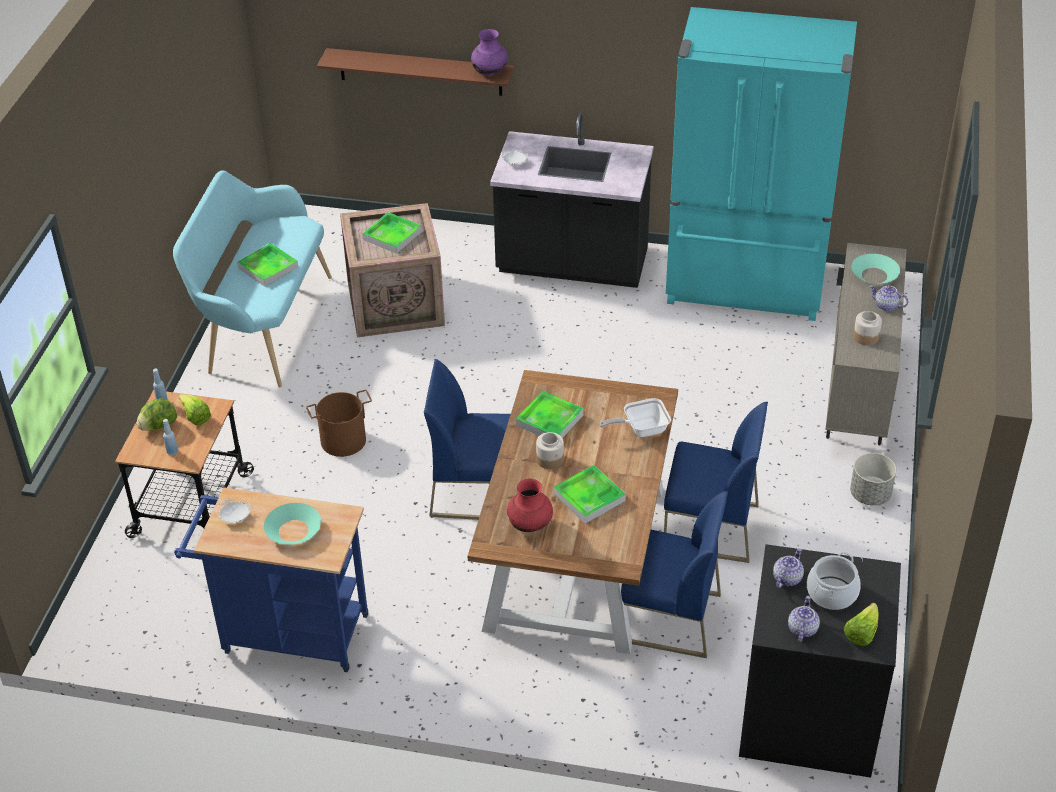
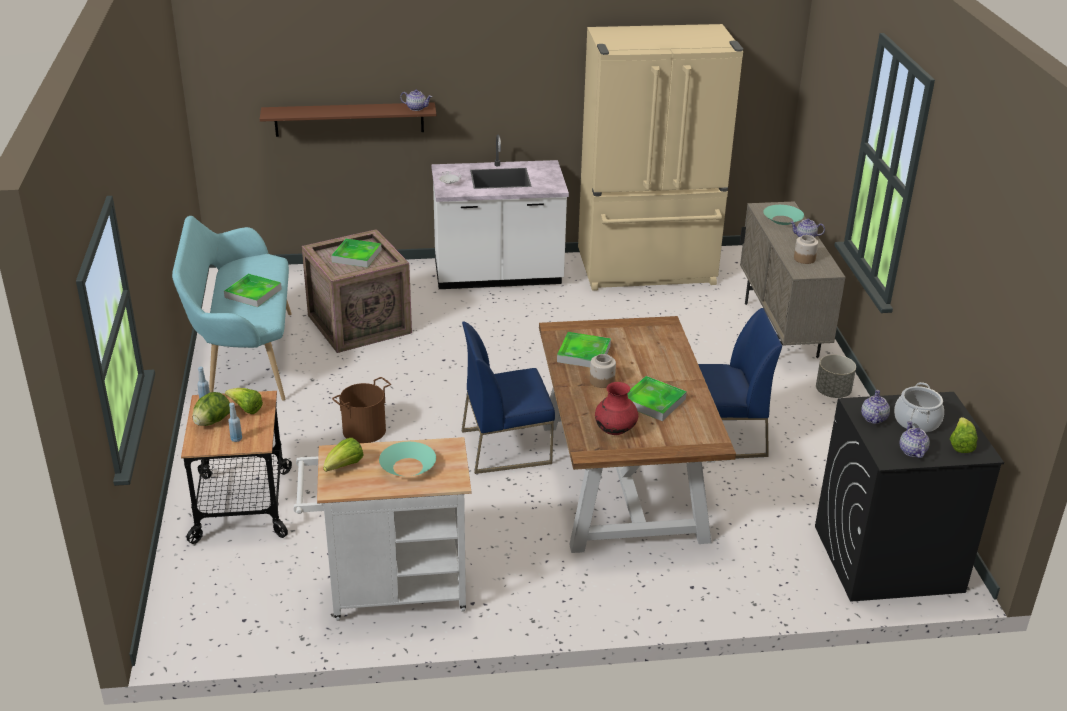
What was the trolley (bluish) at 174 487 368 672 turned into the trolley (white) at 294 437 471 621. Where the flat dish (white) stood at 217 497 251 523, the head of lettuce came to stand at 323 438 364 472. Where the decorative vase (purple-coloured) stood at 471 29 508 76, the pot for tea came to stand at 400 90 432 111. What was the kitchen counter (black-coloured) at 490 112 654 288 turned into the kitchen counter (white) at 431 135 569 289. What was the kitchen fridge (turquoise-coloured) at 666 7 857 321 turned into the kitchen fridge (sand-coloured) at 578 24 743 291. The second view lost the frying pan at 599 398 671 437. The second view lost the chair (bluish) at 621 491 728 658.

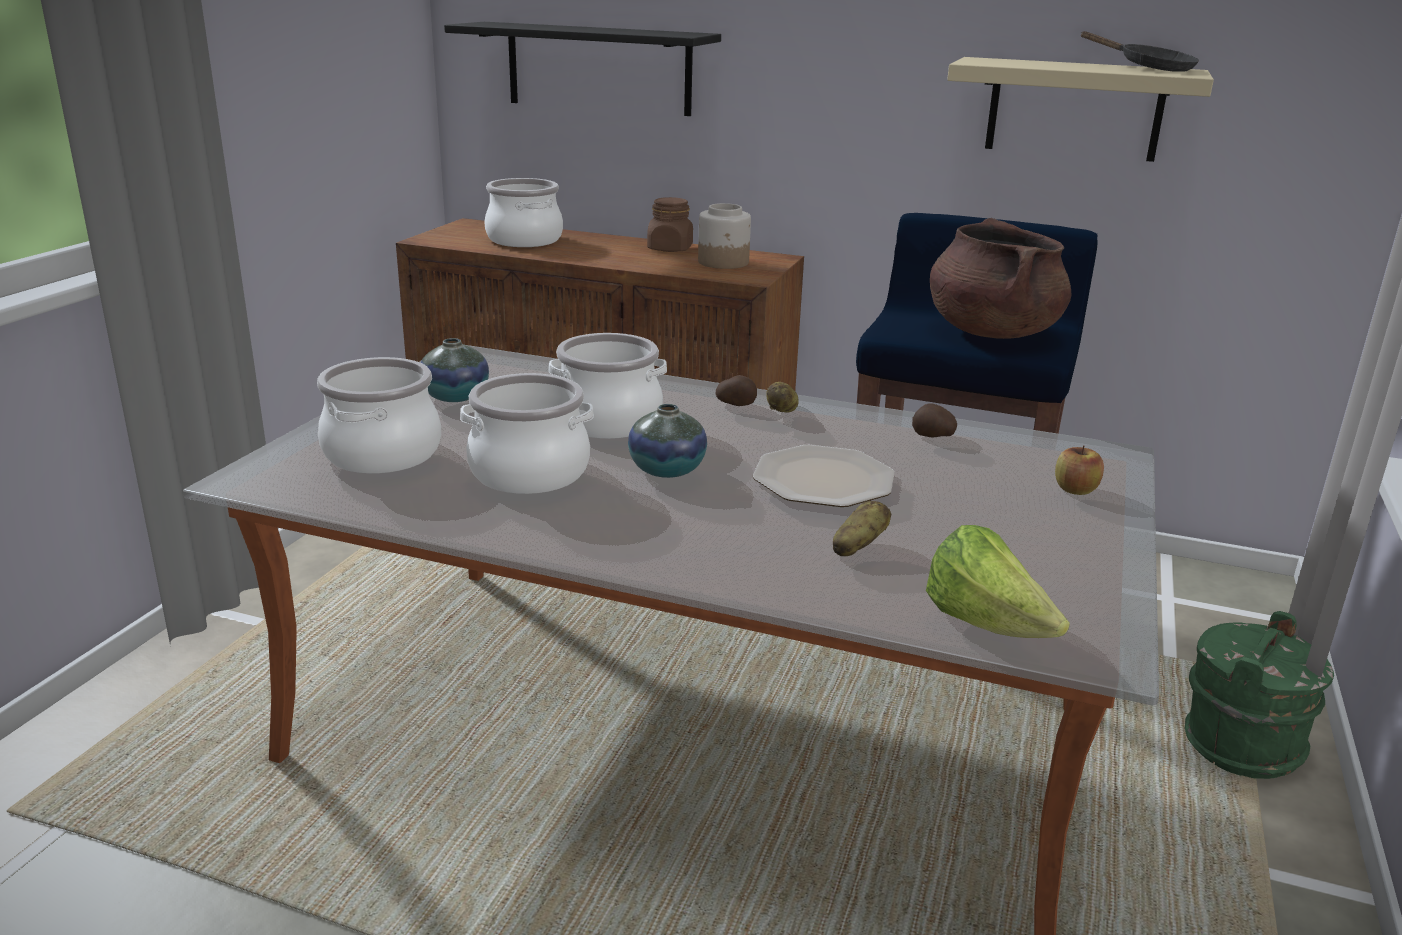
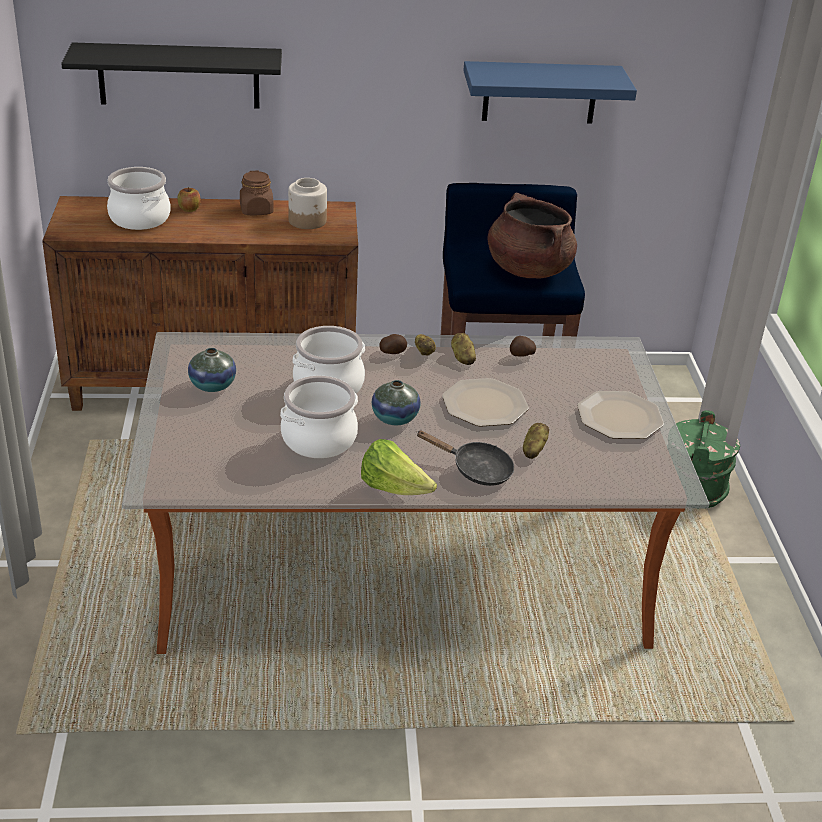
The apple fruit ended up elsewhere, having gone from 1055 445 1104 495 to 178 187 201 212. The head of lettuce ended up elsewhere, having gone from 926 525 1070 638 to 361 439 437 495. The frying pan (black-coloured) ended up elsewhere, having gone from 1080 31 1199 72 to 416 431 514 486. The second view gained the potato at 451 333 476 365. What was the shelf (sand-coloured) at 947 57 1214 162 turned into the shelf (bluish) at 463 61 637 124. The second view gained the flat dish at 577 391 664 439. The second view lost the stockpot at 317 357 441 474.

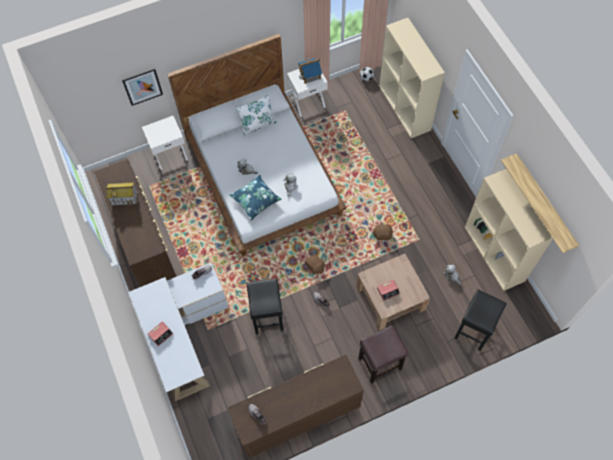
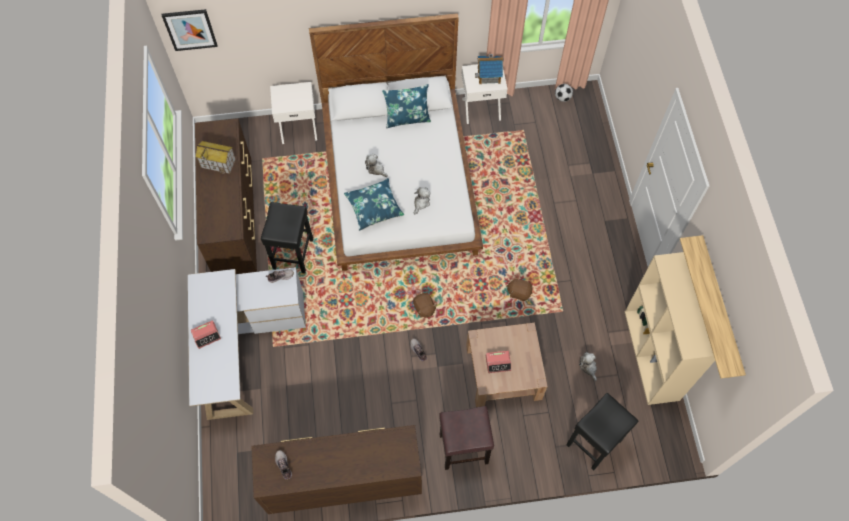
The wall art ended up elsewhere, having gone from 122 68 163 106 to 162 9 218 51. The sitting stool (black-coloured) ended up elsewhere, having gone from 247 278 284 334 to 261 202 313 274. What was the throw pillow (white) at 236 94 277 136 turned into the throw pillow (bluish) at 382 84 431 128. The second view lost the shelving unit (sand-coloured) at 379 18 445 138.

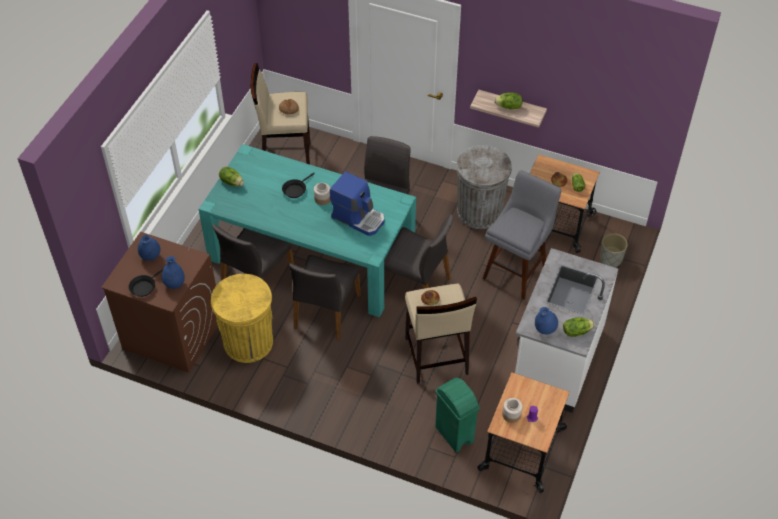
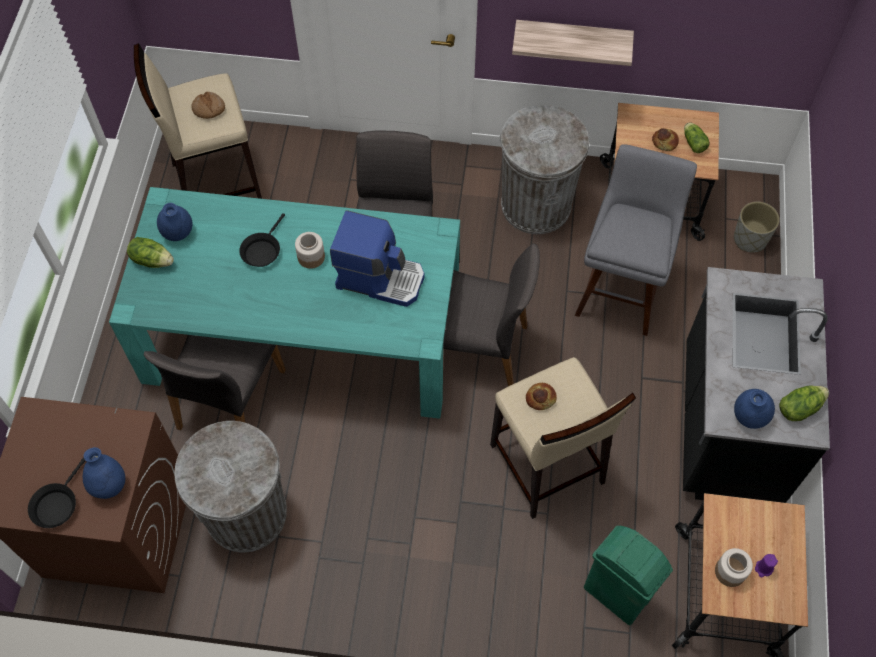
The decorative vase (bluish) ended up elsewhere, having gone from 138 235 160 261 to 157 203 192 241. What was the trash can (yellow-coloured) at 211 274 273 363 turned into the trash can (grey) at 174 421 287 553. What was the kitchen counter (white) at 515 248 618 413 turned into the kitchen counter (black-coloured) at 683 267 830 503. The second view lost the chair (grey) at 289 255 361 340. The second view lost the head of lettuce at 494 93 523 109.

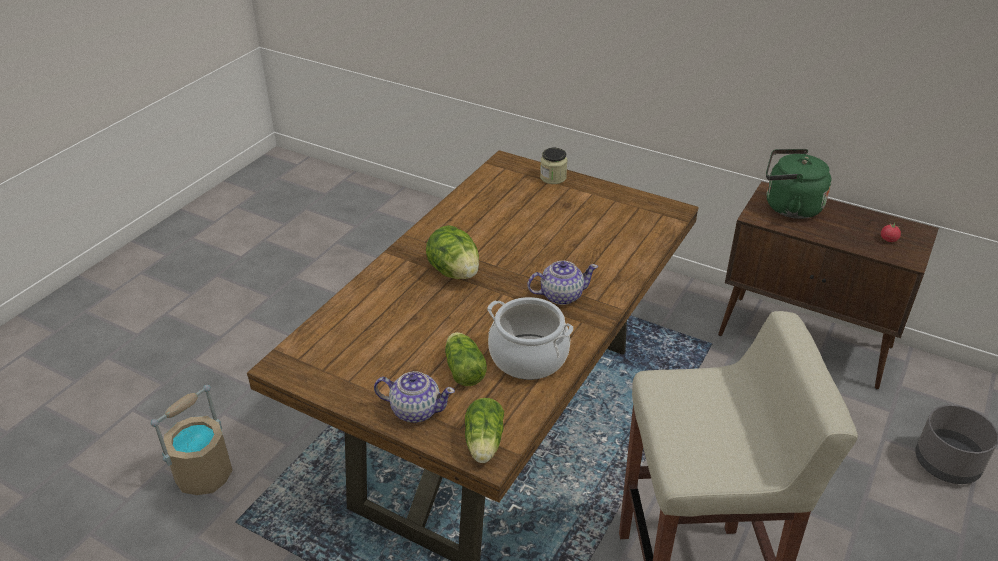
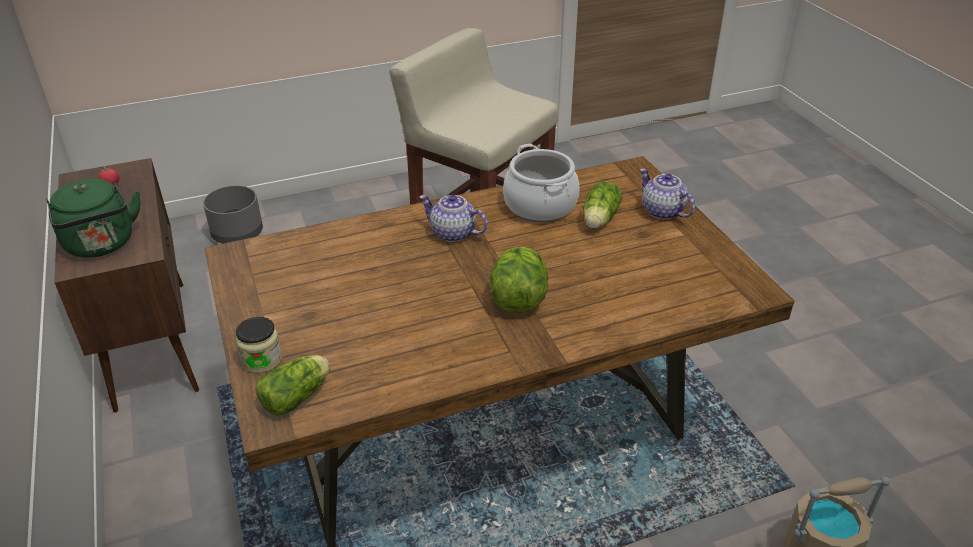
The head of lettuce ended up elsewhere, having gone from 465 398 504 463 to 255 355 330 416.

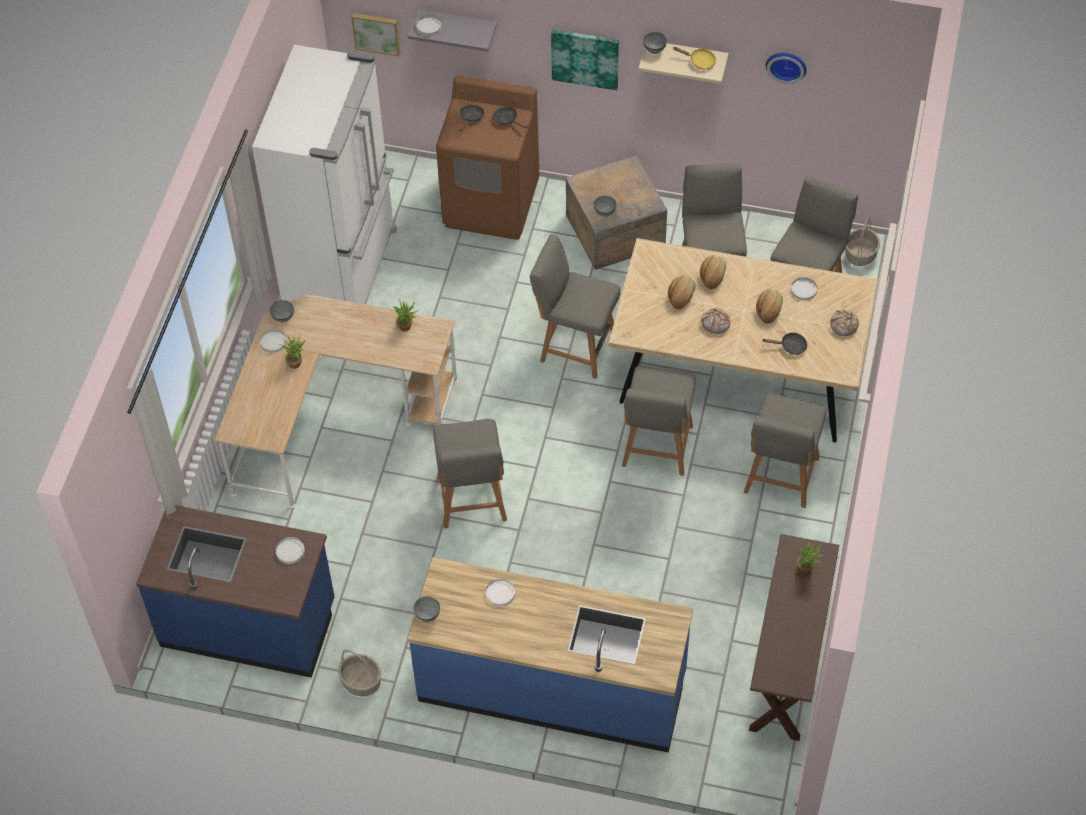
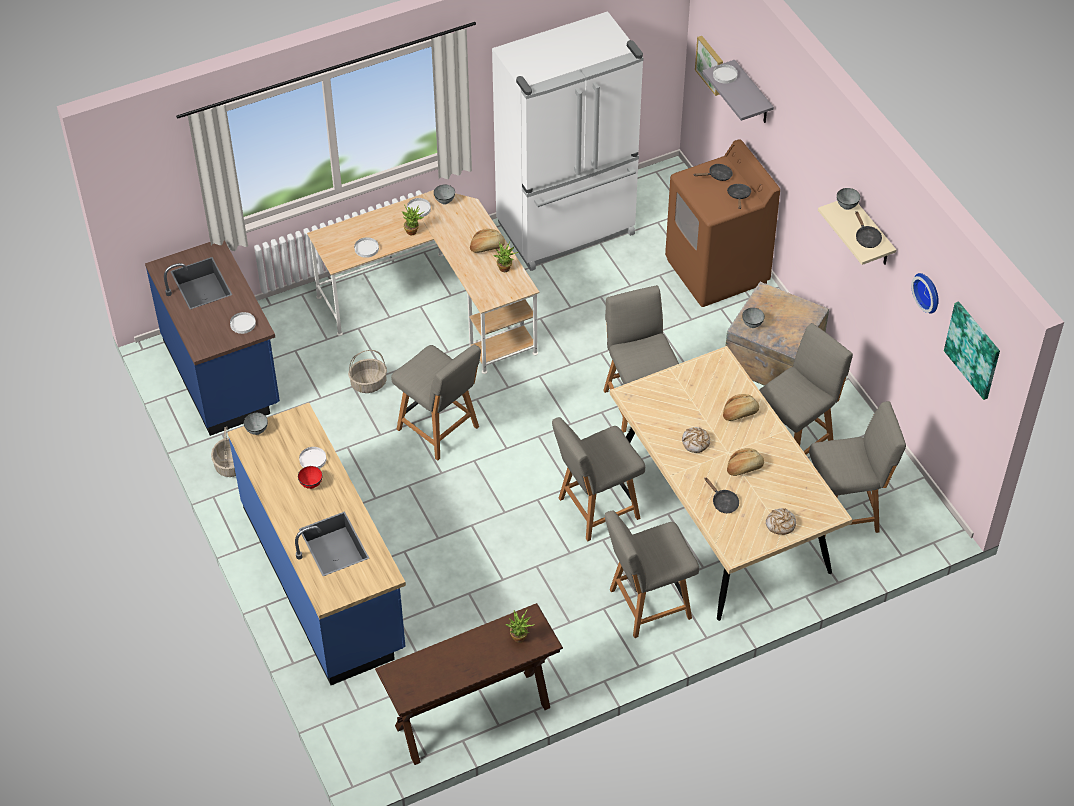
The second view gained the deep dish (red-coloured) at 298 466 323 489. The household basket ended up elsewhere, having gone from 845 217 880 266 to 348 350 387 393. The flat dish (white) ended up elsewhere, having gone from 791 277 817 300 to 354 237 379 258. The chair (grey) at 433 419 507 529 ended up facing another way, 90 degrees counterclockwise from before. The bakery bread ended up elsewhere, having gone from 668 275 696 310 to 470 229 505 253. What was the frying pan (yellow-coloured) at 673 47 716 70 turned into the frying pan (black-coloured) at 855 212 882 248. The wall art ended up elsewhere, having gone from 551 30 619 90 to 944 301 1000 400.

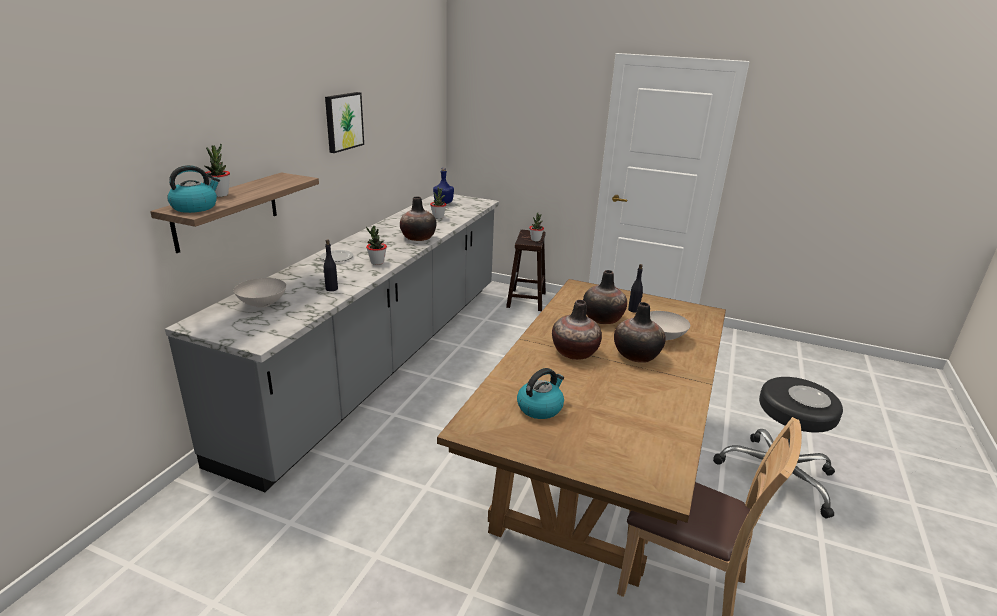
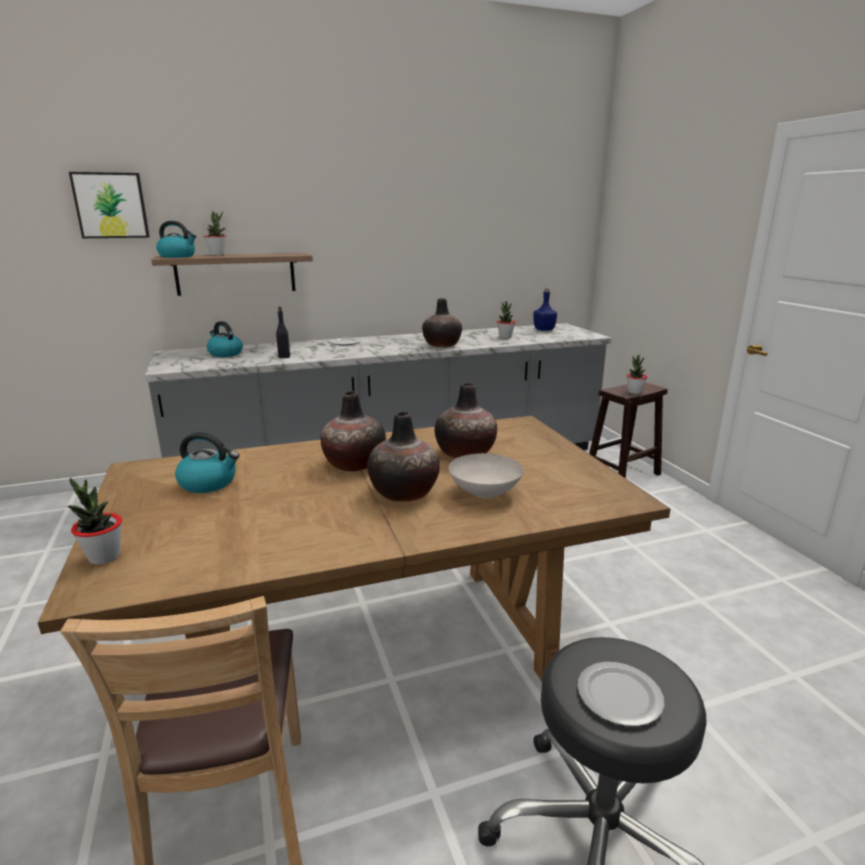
The houseplant ended up elsewhere, having gone from 366 226 387 265 to 67 477 122 565. The wall art ended up elsewhere, having gone from 325 92 364 153 to 69 172 150 238. Where the deep dish (white) stood at 234 278 286 308, the kettle came to stand at 207 321 243 357. The second view lost the beverage bottle (black-coloured) at 628 264 643 313.

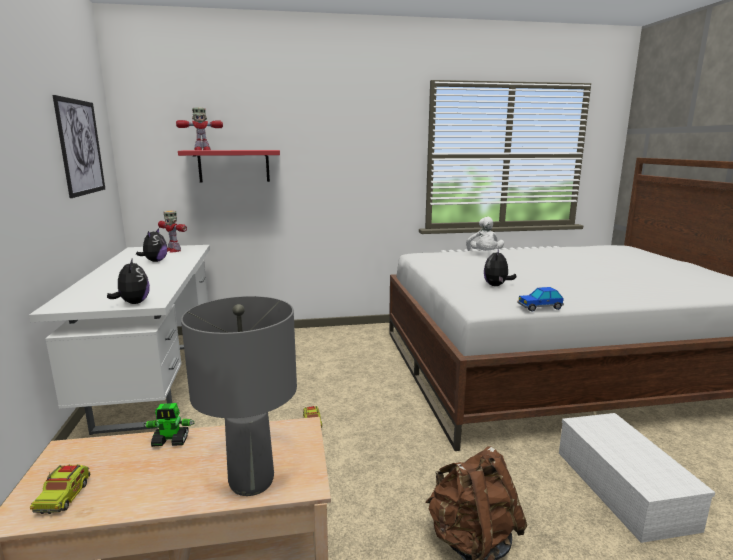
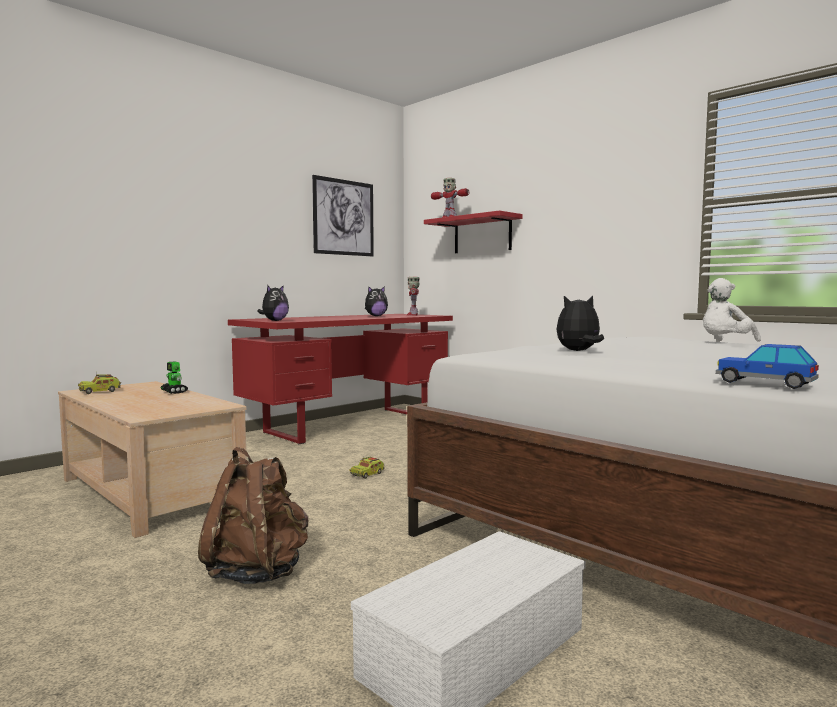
What was the desk (white) at 29 245 210 435 turned into the desk (red-coloured) at 228 314 453 444. The model car ended up elsewhere, having gone from 517 287 564 312 to 716 344 819 389. The second view lost the lamp for a table (grey) at 181 296 297 496.

